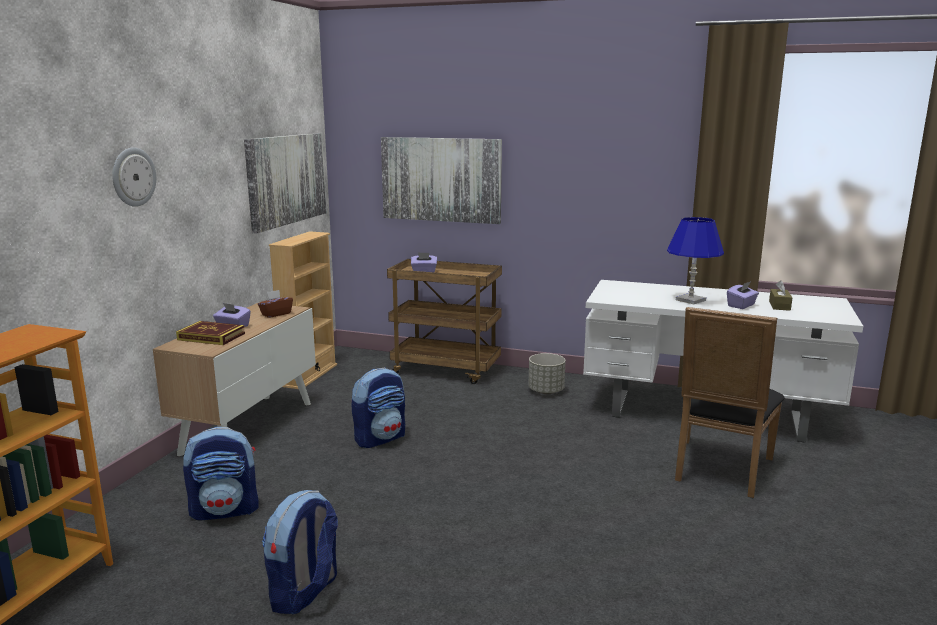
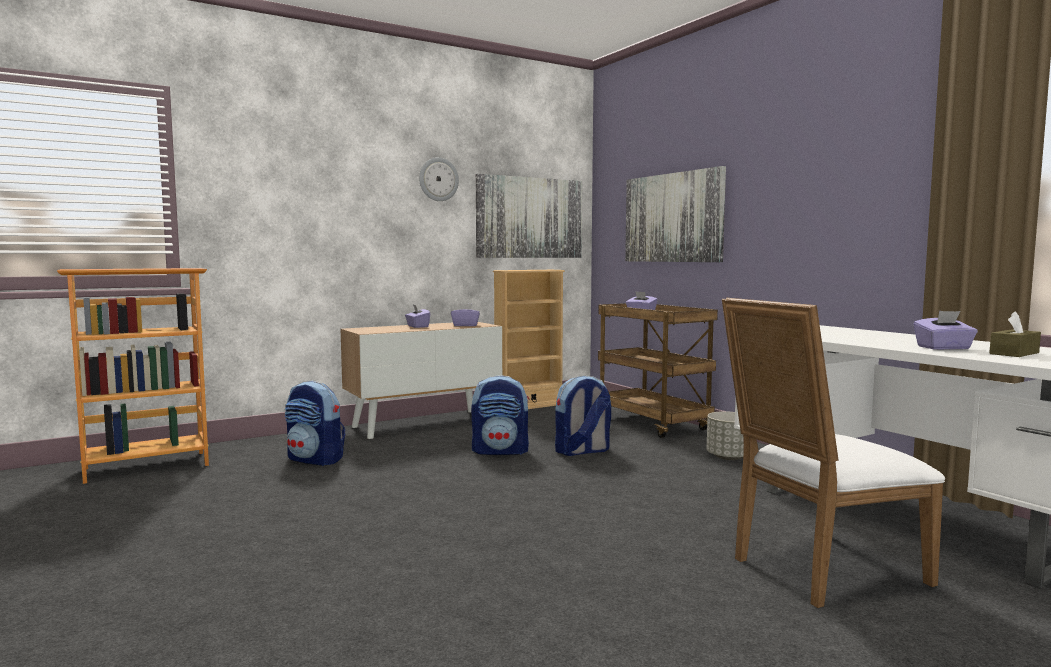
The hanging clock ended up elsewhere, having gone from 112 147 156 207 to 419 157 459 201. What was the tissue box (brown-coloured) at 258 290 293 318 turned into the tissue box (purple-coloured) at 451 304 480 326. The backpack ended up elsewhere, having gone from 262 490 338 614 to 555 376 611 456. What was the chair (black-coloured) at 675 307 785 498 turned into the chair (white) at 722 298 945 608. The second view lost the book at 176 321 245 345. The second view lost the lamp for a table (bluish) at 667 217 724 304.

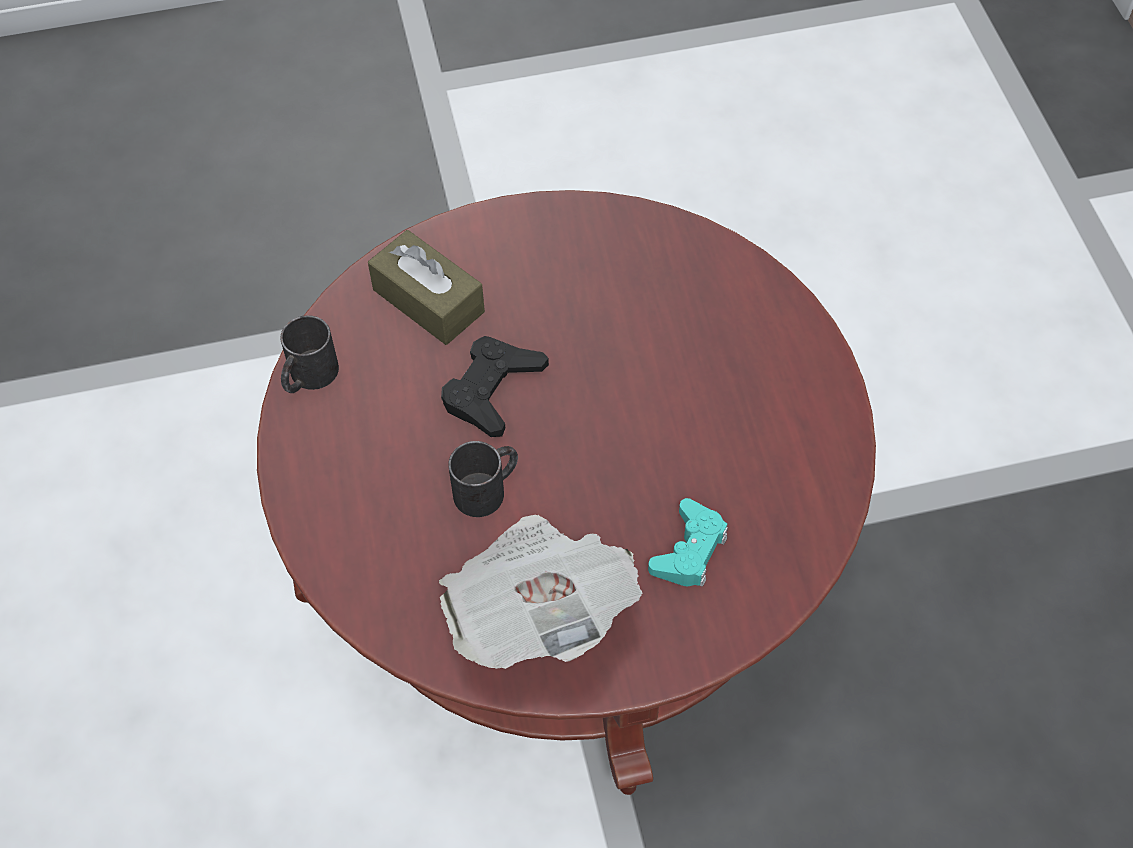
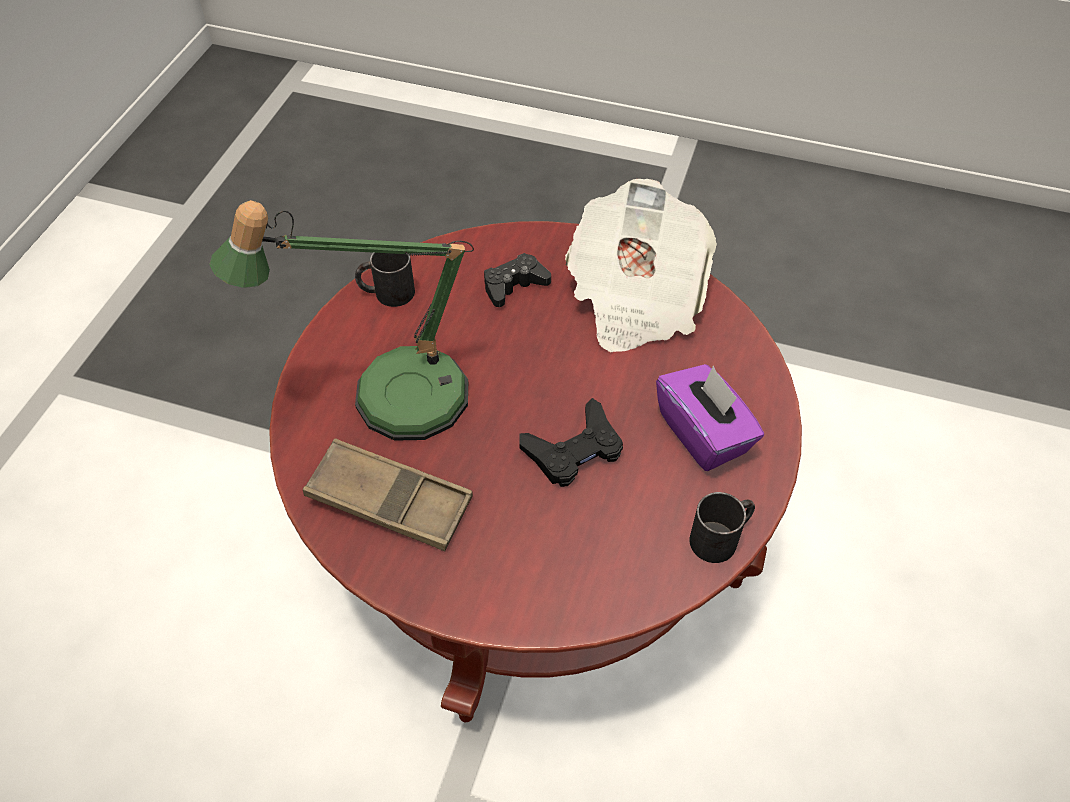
The second view gained the lamp for a table at 209 200 474 441. The second view gained the serving tray (brown-coloured) at 303 438 473 551. The mug (black-coloured) ended up elsewhere, having gone from 448 441 518 517 to 355 253 415 307. What was the joypad (turquoise-coloured) at 648 498 728 587 turned into the joypad (black-coloured) at 484 253 551 307. The second view gained the tissue box (purple-coloured) at 656 364 764 471. The second view lost the tissue box (brown-coloured) at 368 230 485 345.

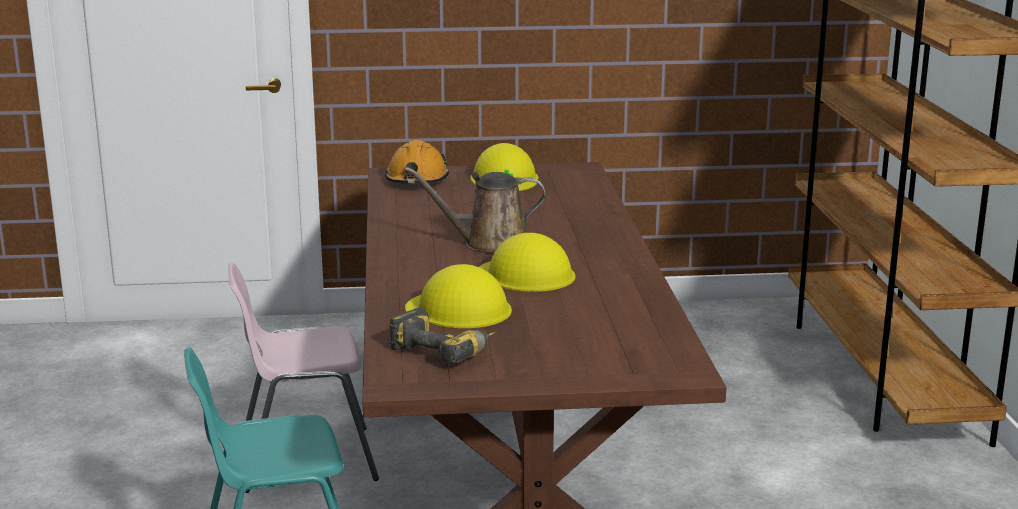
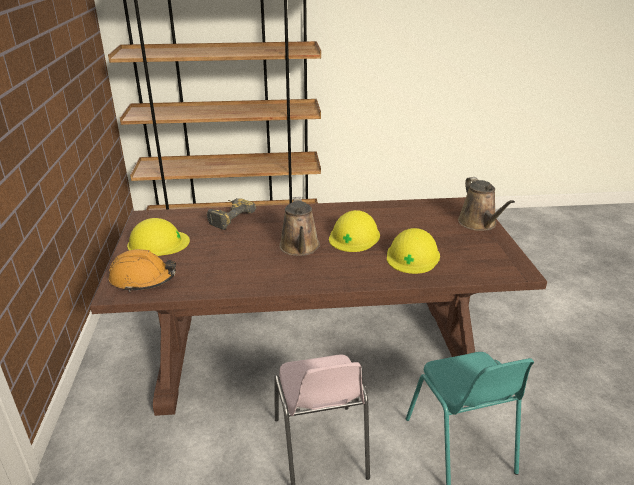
The power drill ended up elsewhere, having gone from 389 308 495 363 to 207 198 256 230. The second view gained the watering pot (brown-coloured) at 458 177 515 231.

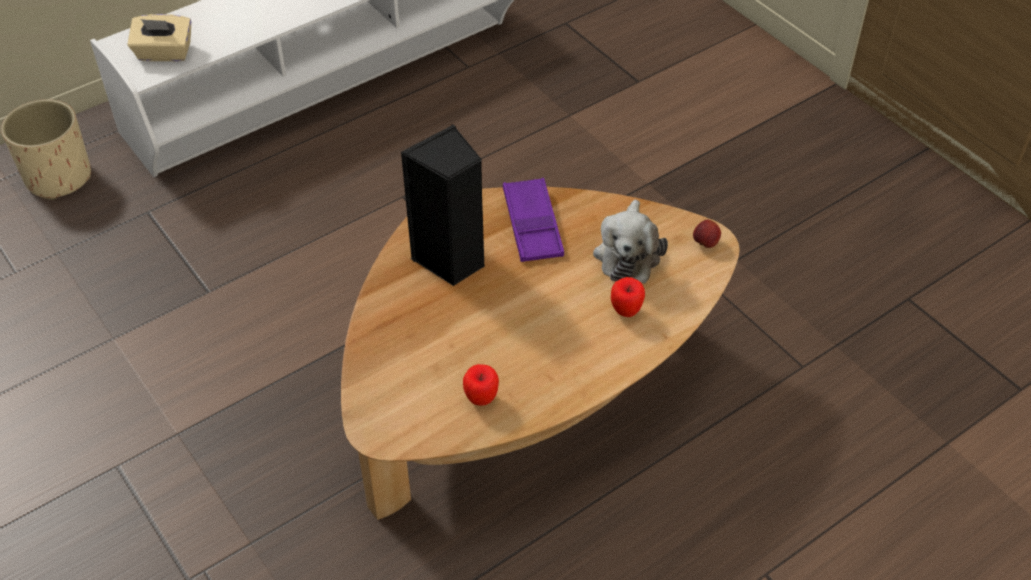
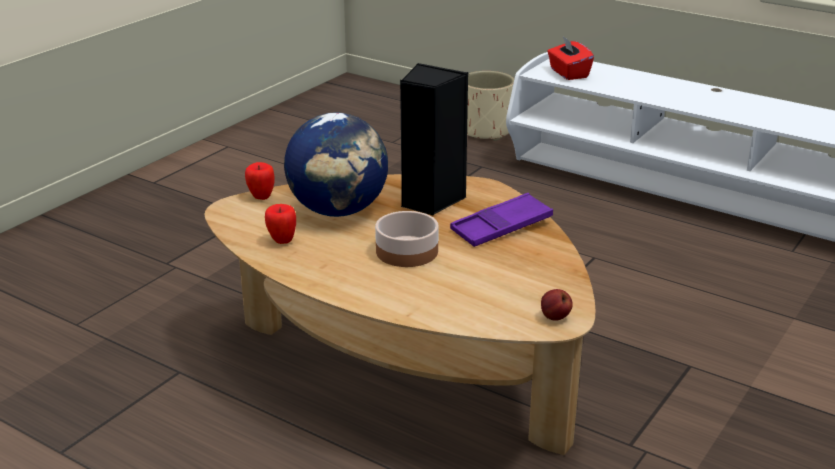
The apple fruit ended up elsewhere, having gone from 611 277 645 317 to 245 162 274 200. The second view gained the globe at 284 113 388 217. The second view gained the deep dish at 375 211 439 267. What was the tissue box (sand-coloured) at 128 14 191 61 turned into the tissue box (red-coloured) at 547 36 594 80. The second view lost the soft toy at 593 200 668 283.

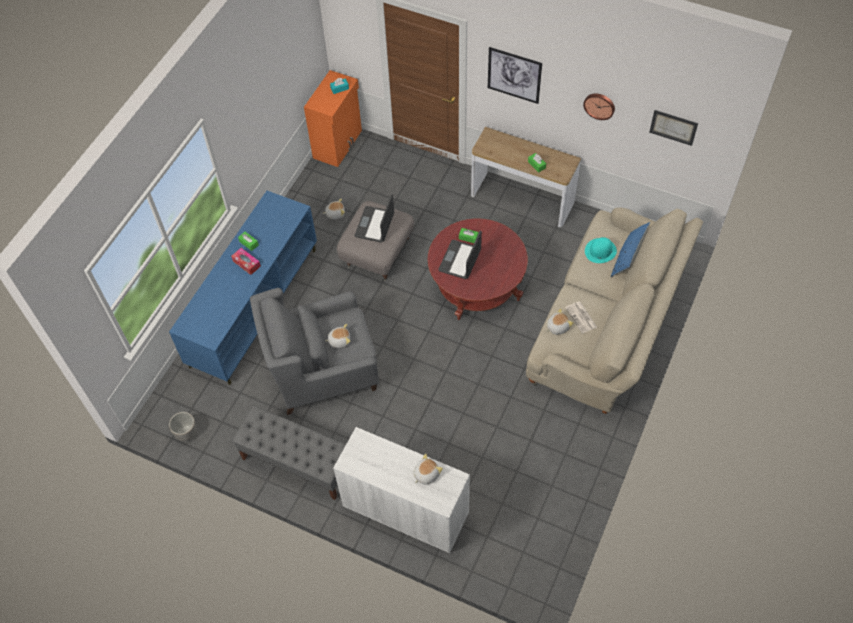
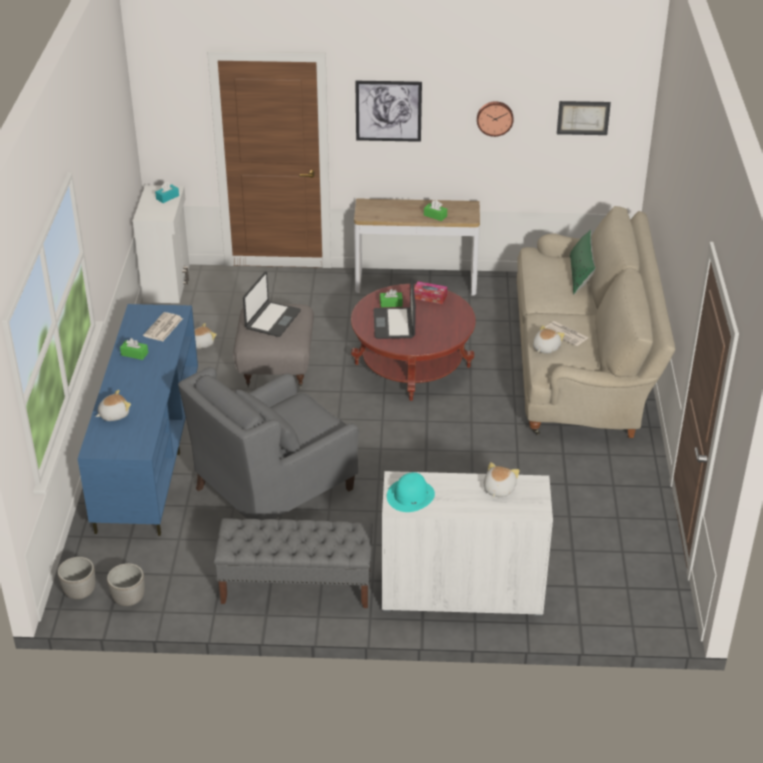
The second view gained the flower pot at 57 557 95 600. The soft toy ended up elsewhere, having gone from 325 324 350 348 to 95 390 131 421. What was the cabinet (orangey) at 304 70 362 167 turned into the cabinet (white) at 133 185 189 303. The second view gained the printed paper at 143 312 183 341. The portable computer at 355 194 394 242 ended up facing another way, 150 degrees counterclockwise from before. The clothing hat (turquoise-coloured) ended up elsewhere, having gone from 585 237 617 263 to 387 472 435 512. The tissue box ended up elsewhere, having gone from 231 248 261 275 to 414 281 447 304. What was the throw pillow (bluish) at 611 222 650 277 turned into the throw pillow (greenish) at 570 230 596 295.

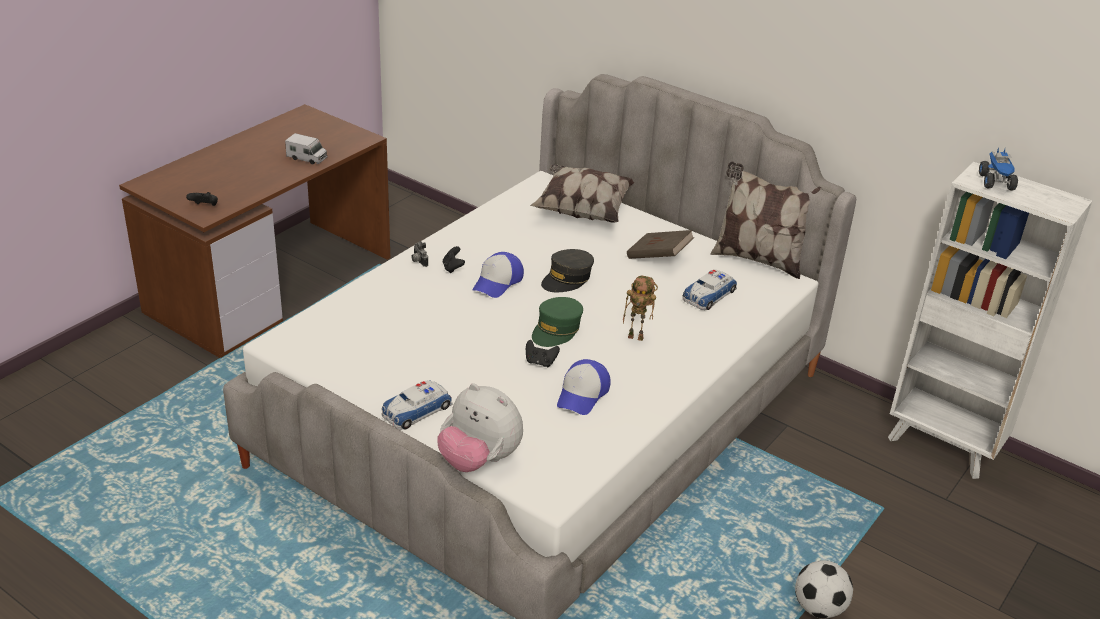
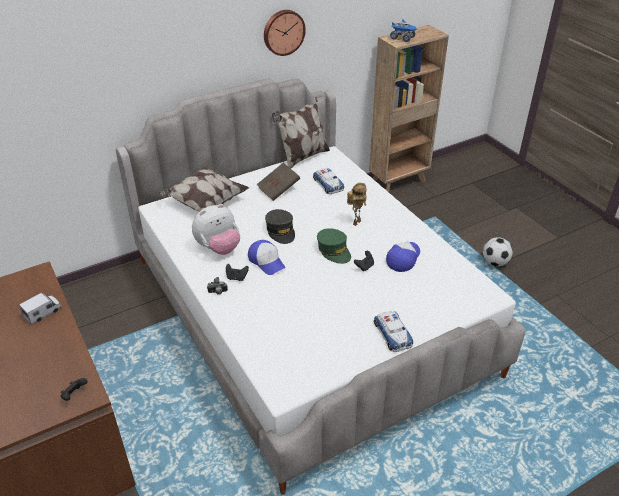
The soft toy ended up elsewhere, having gone from 437 383 523 472 to 192 204 240 255. The second view gained the hanging clock at 264 10 306 56. What was the shelving unit (white) at 888 162 1092 479 turned into the shelving unit (brown-coloured) at 369 25 449 192. The peaked cap at 557 359 611 415 ended up facing another way, 105 degrees counterclockwise from before.

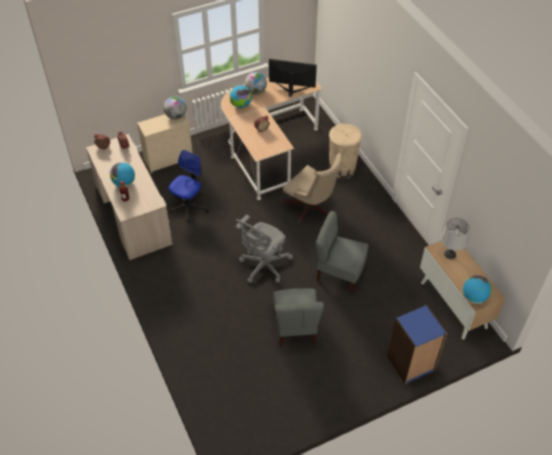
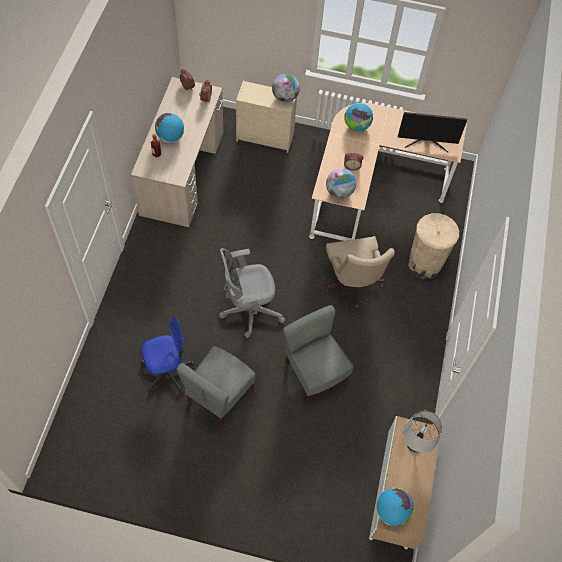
The computer chair ended up elsewhere, having gone from 169 150 209 223 to 141 316 195 394. The globe ended up elsewhere, having gone from 245 72 267 95 to 326 168 356 199. The computer screen at 269 59 317 97 ended up facing another way, 135 degrees clockwise from before. The second view lost the shelving unit (bluish) at 387 305 447 384.

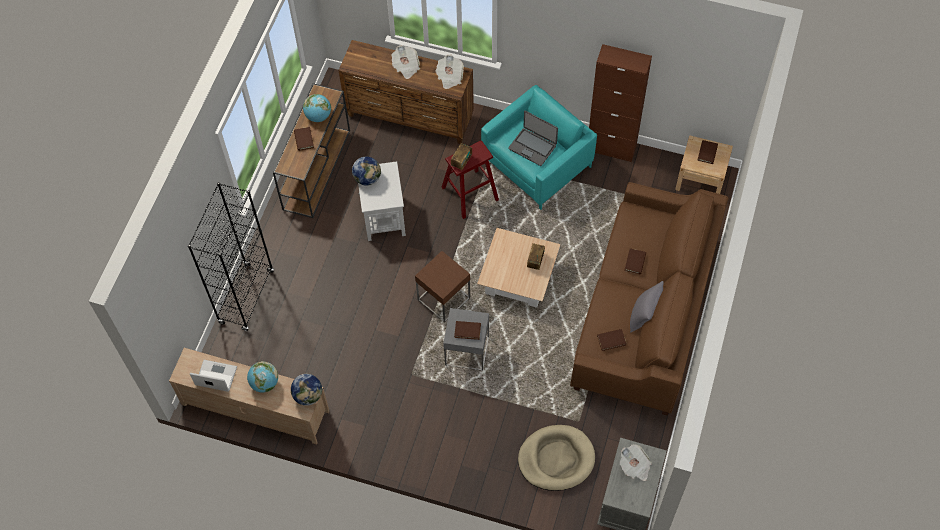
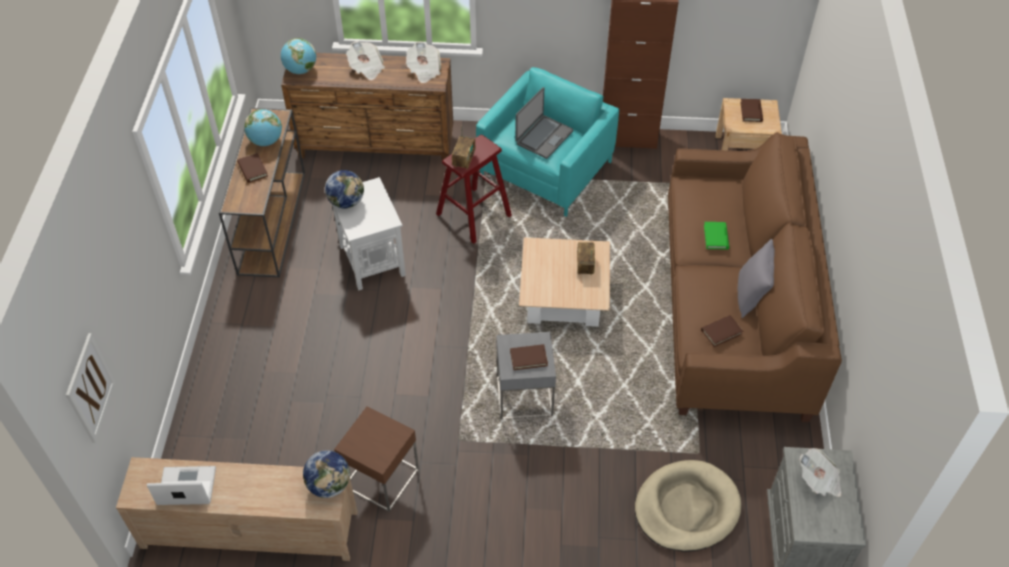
The second view gained the wall art at 66 333 116 443. The globe ended up elsewhere, having gone from 247 361 278 392 to 281 38 316 74. The side table (brown-coloured) ended up elsewhere, having gone from 415 251 470 322 to 334 406 419 512. The portable computer at 508 111 558 166 ended up facing another way, 75 degrees counterclockwise from before. What was the book (brown-coloured) at 624 248 646 275 turned into the book (greenish) at 704 222 729 249. The second view lost the shelving unit (black-coloured) at 188 182 274 331.

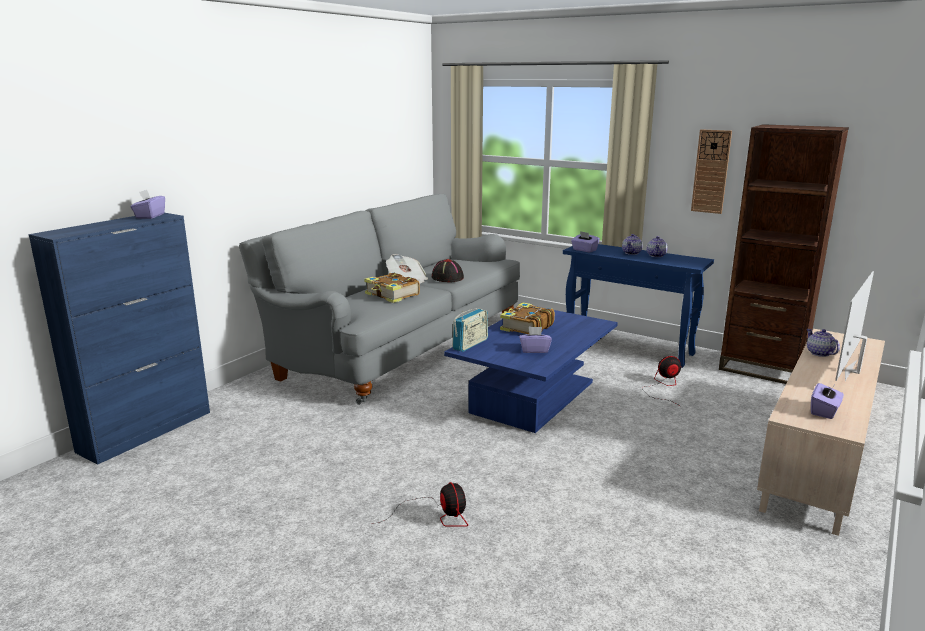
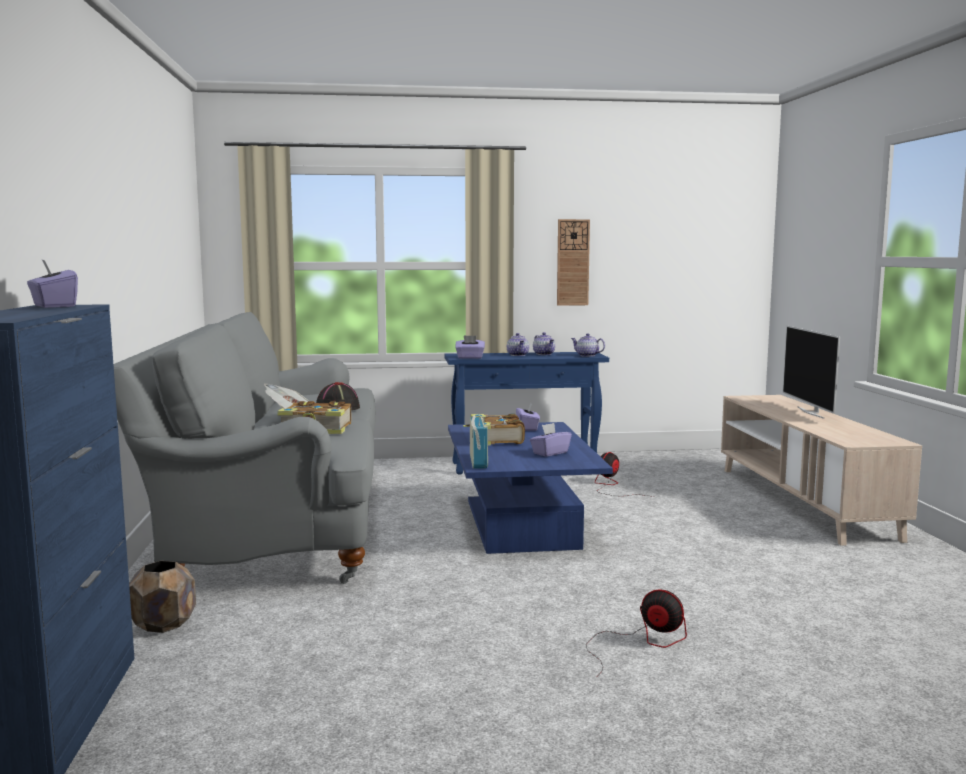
The second view gained the flower pot (brown-coloured) at 129 561 196 633. The tissue box (purple-coloured) ended up elsewhere, having gone from 811 382 844 419 to 516 403 540 431. The pot for tea ended up elsewhere, having gone from 807 329 840 357 to 571 333 605 357. The second view lost the shelving unit (brown-coloured) at 719 124 849 384.

